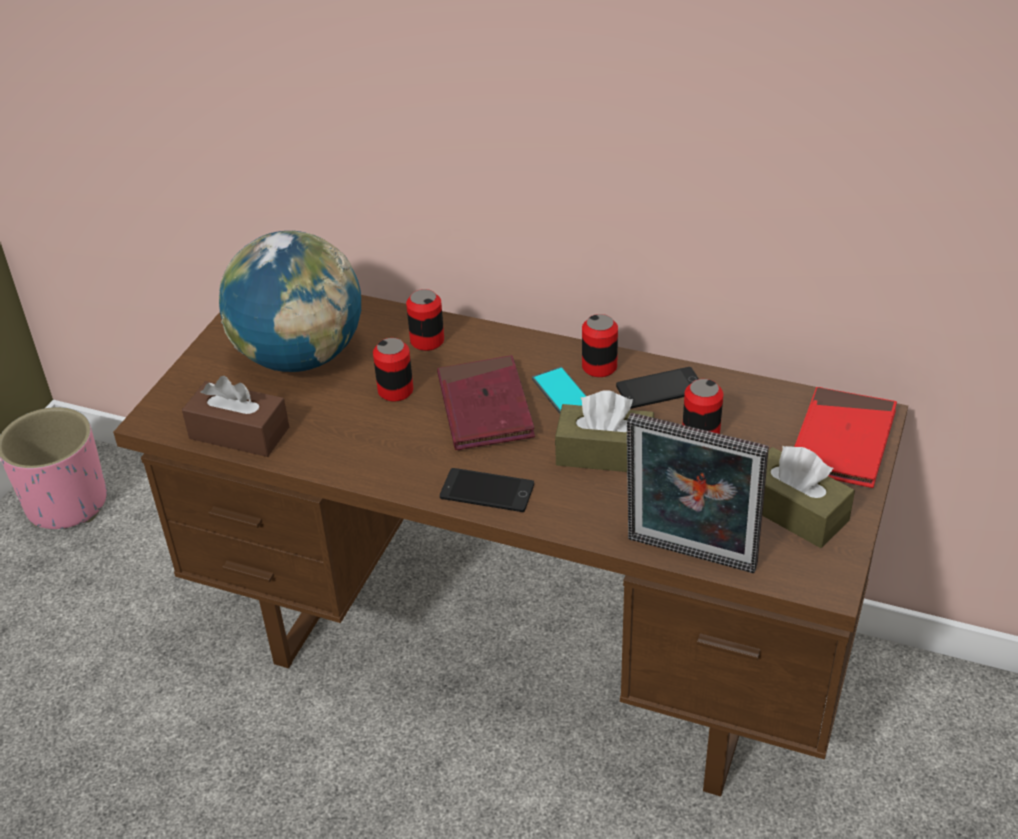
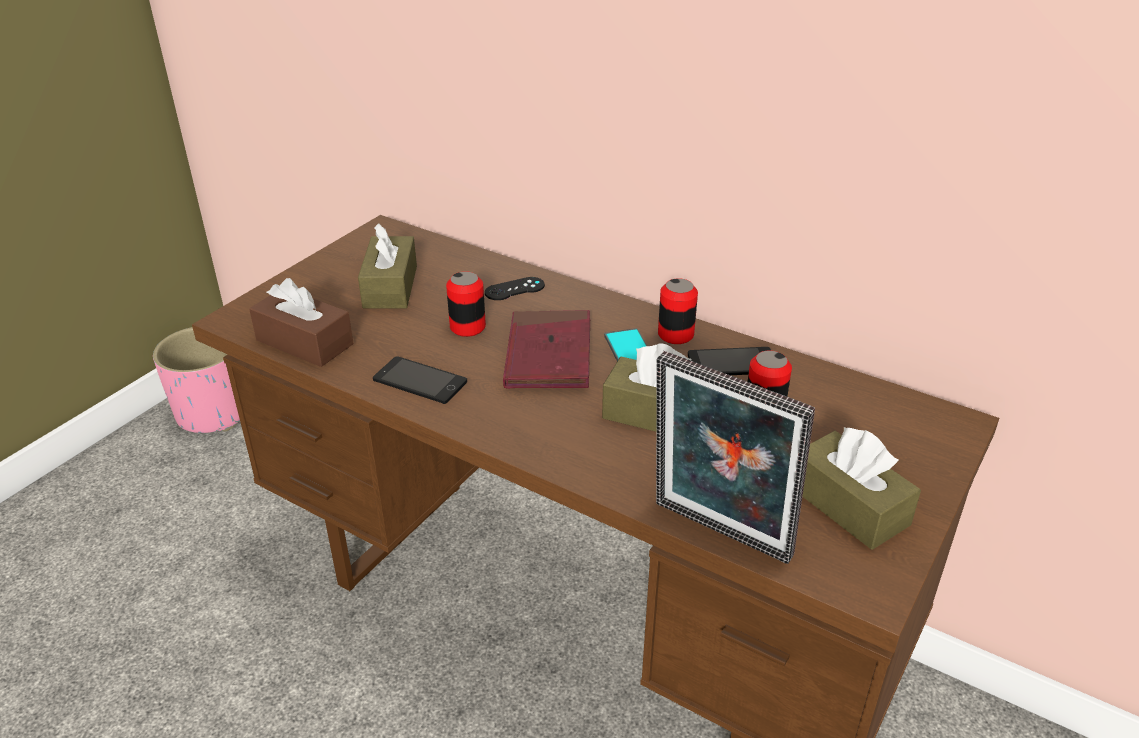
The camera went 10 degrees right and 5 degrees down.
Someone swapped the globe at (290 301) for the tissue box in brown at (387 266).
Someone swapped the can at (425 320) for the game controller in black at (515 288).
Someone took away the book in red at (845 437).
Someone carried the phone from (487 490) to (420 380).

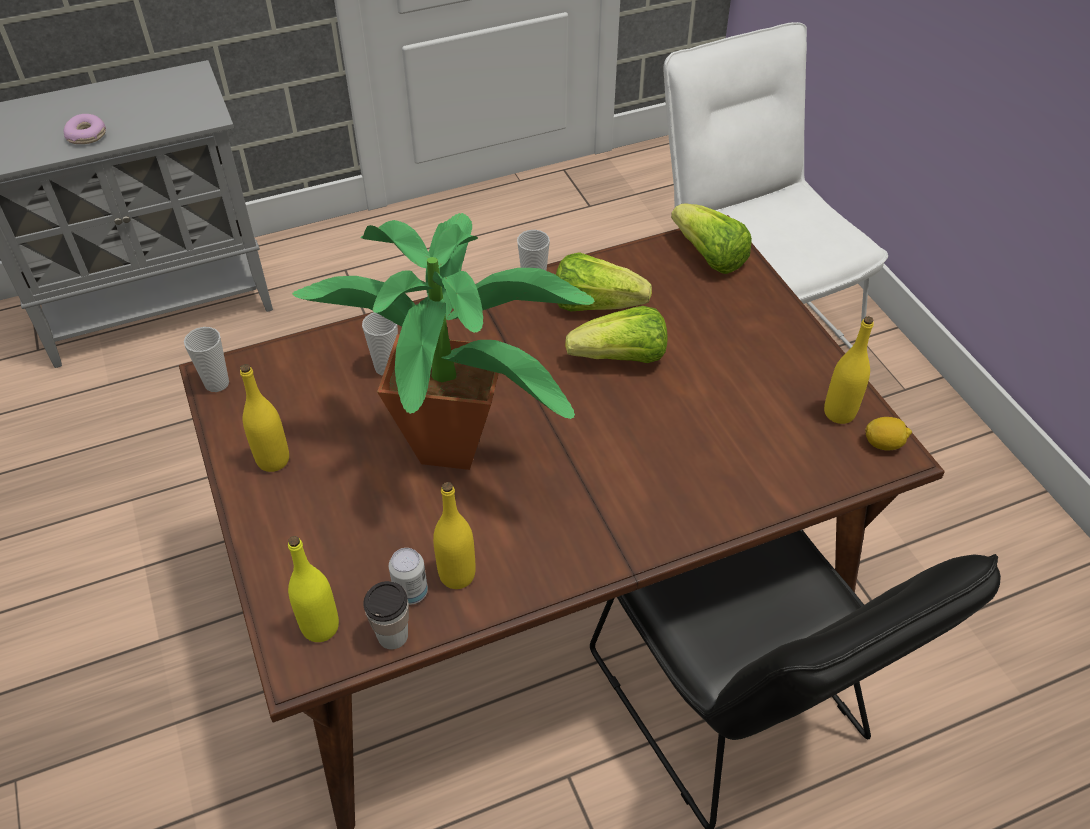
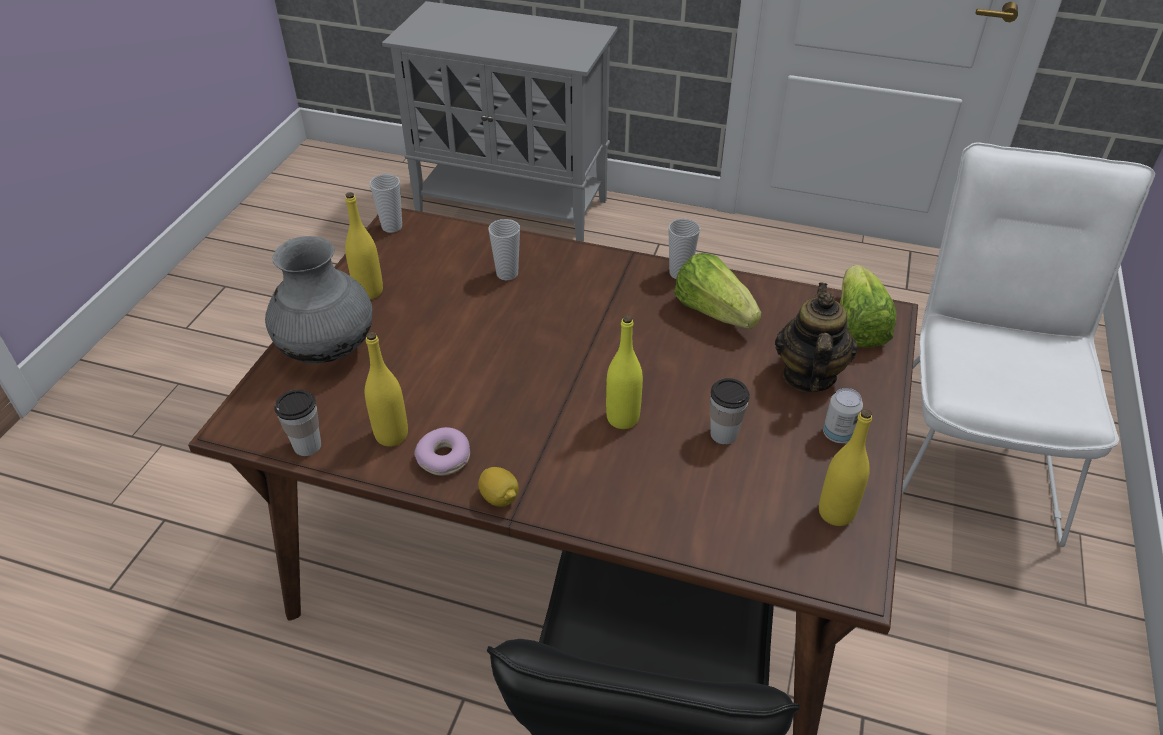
The camera went 40 degrees right and 5 degrees down.
Someone carried the donut from (84 129) to (442 451).
Someone took away the potted plant at (443 341).
Someone took away the lettuce at (616 334).
Someone carried the lemon from (888 433) to (498 487).
Someone carried the bottle in yellow from (313 589) to (624 372).
Someone carried the can from (408 576) to (843 415).
Someone put down the vase in grey at (318 299).
Someone put down the teapot at (816 337).
Someone put down the cup at (730 411).

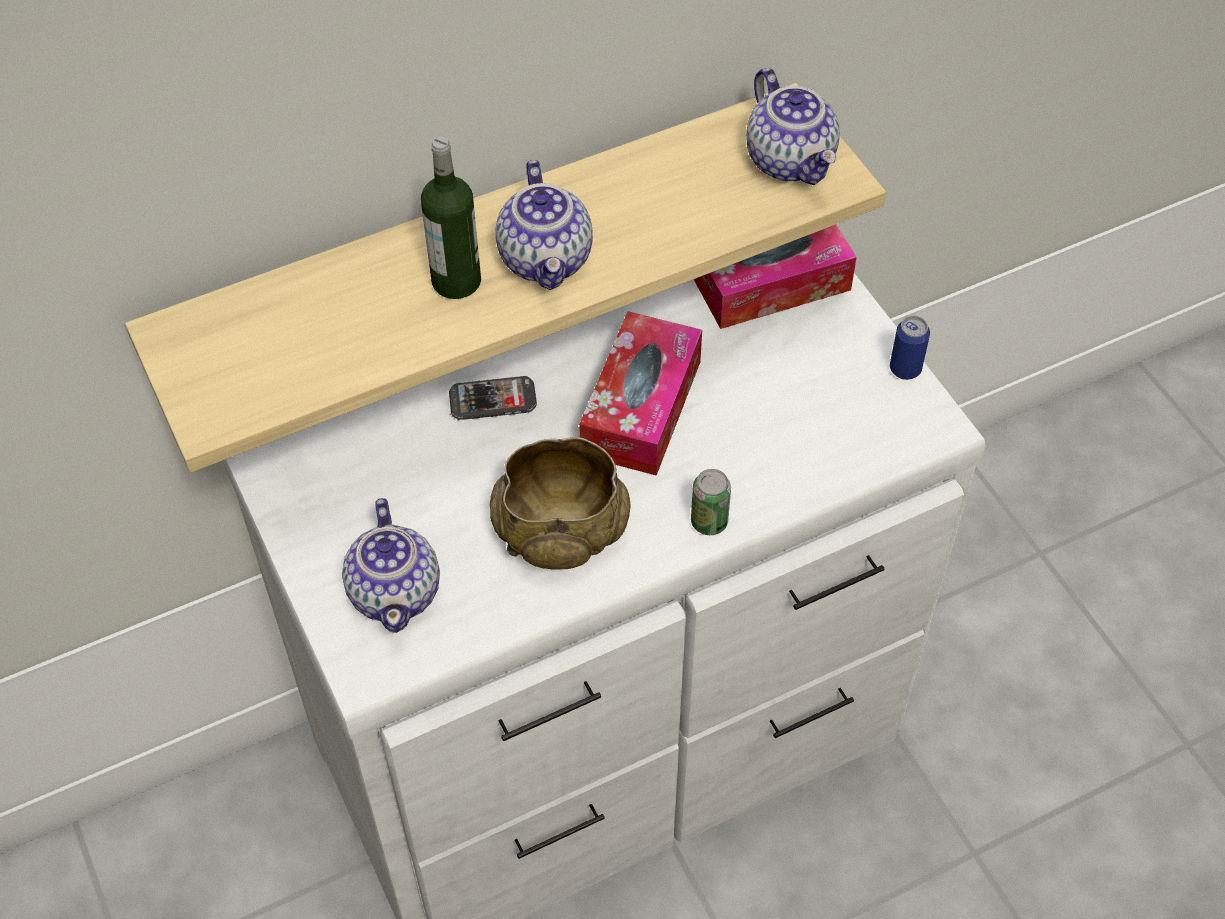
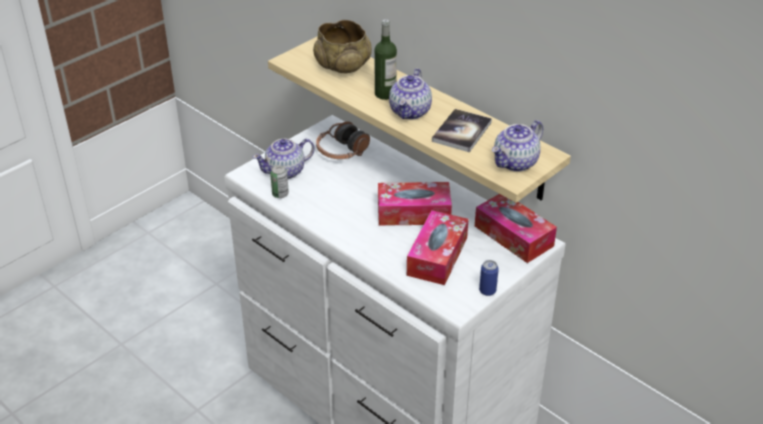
The camera went 70 degrees right and 15 degrees down.
Someone rotated the teapot at (544 225) by 45 degrees counterclockwise.
Someone took away the phone at (493 398).
Someone carried the bowl in beige from (560 503) to (342 46).
Someone carried the can from (711 502) to (279 181).
Someone put down the book at (462 130).
Someone put down the headphones at (343 140).
Someone put down the tissue box at (438 247).

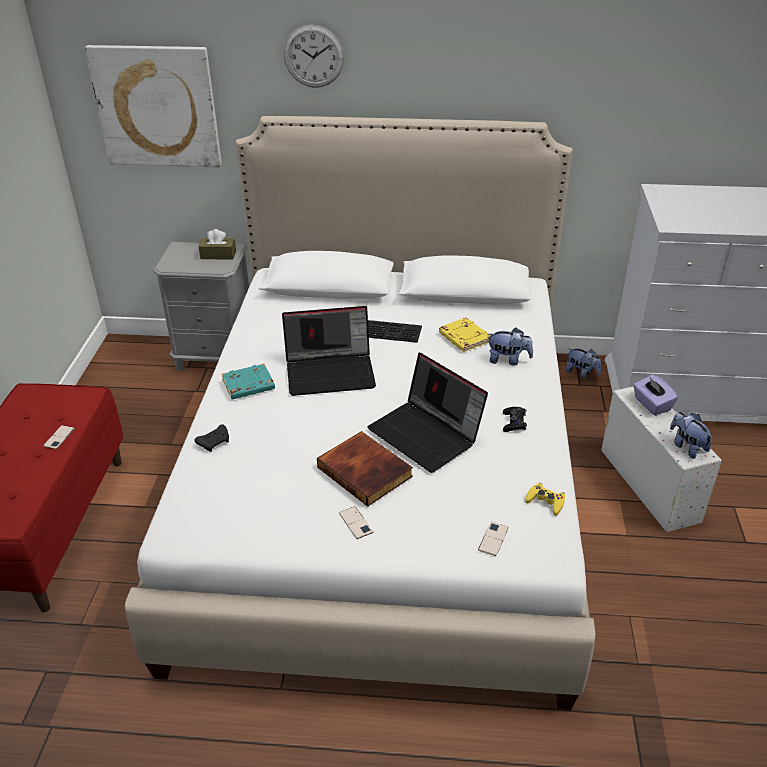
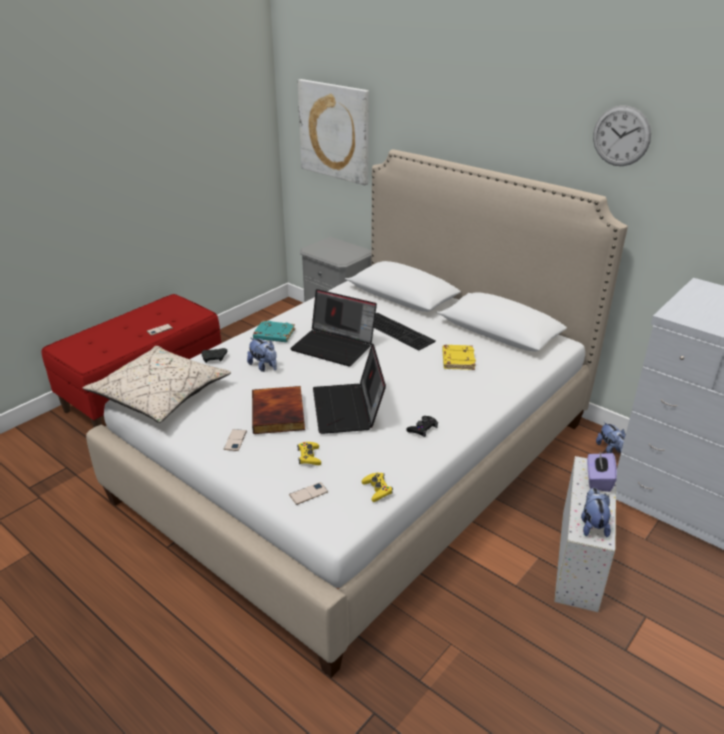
The camera went 35 degrees right and 5 degrees down.
Someone carried the wall clock from (314 56) to (622 136).
Someone took away the tissue box in brown at (217 244).
Someone carried the plush toy from (510 347) to (262 355).
Someone put down the pillow in beige at (157 384).
Someone put down the game controller in yellow at (309 453).

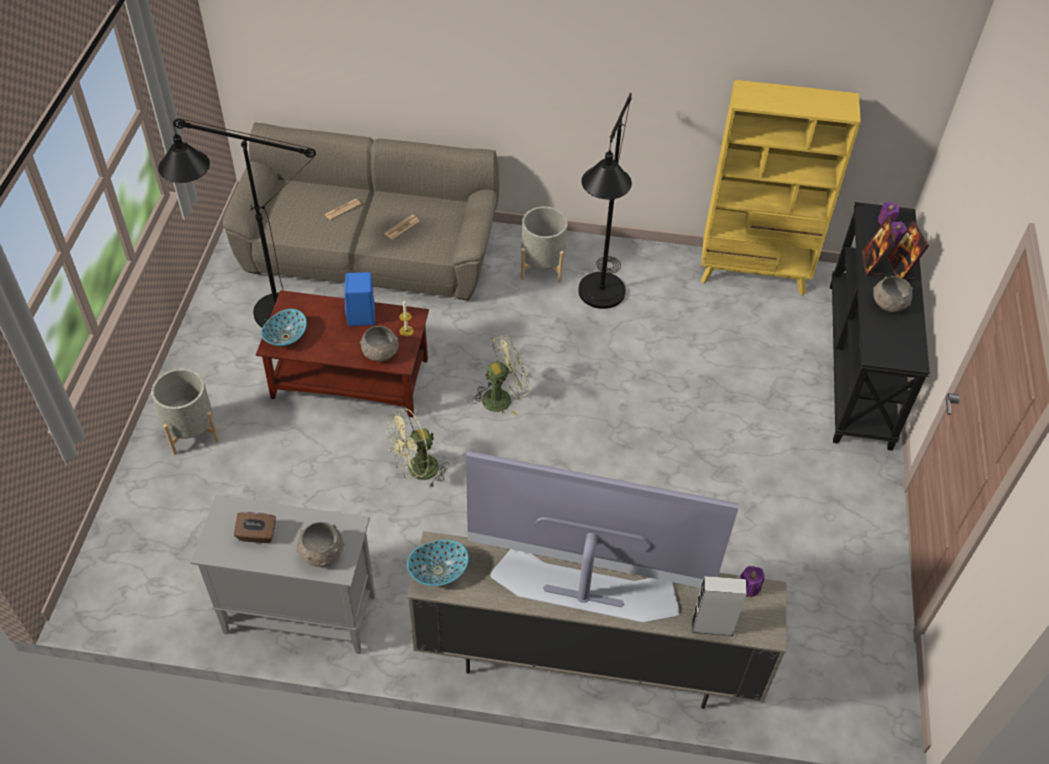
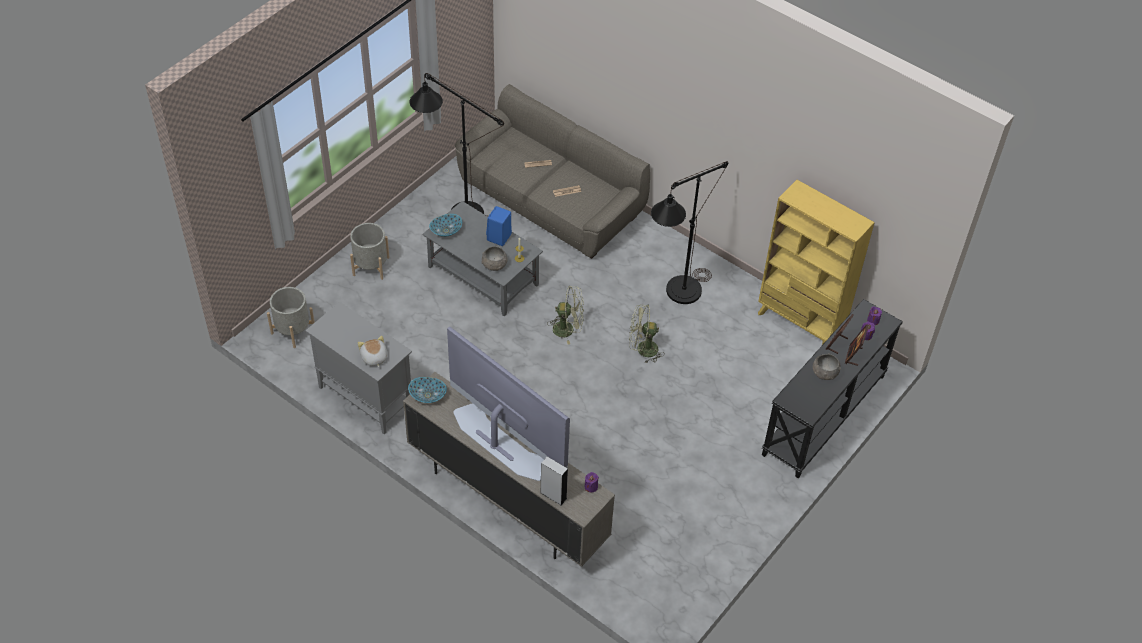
The camera went 30 degrees right and 0 degrees up.
Someone carried the planter in grey from (544 244) to (291 317).
Someone repainted the coffee table in brown at (342 354), which became the coffee table in grey at (482 259).
Someone carried the fan in green from (417 447) to (647 334).
Someone took away the tissue box in brown at (255 527).
Someone swapped the bowl in grey at (320 544) for the plush toy at (372 351).

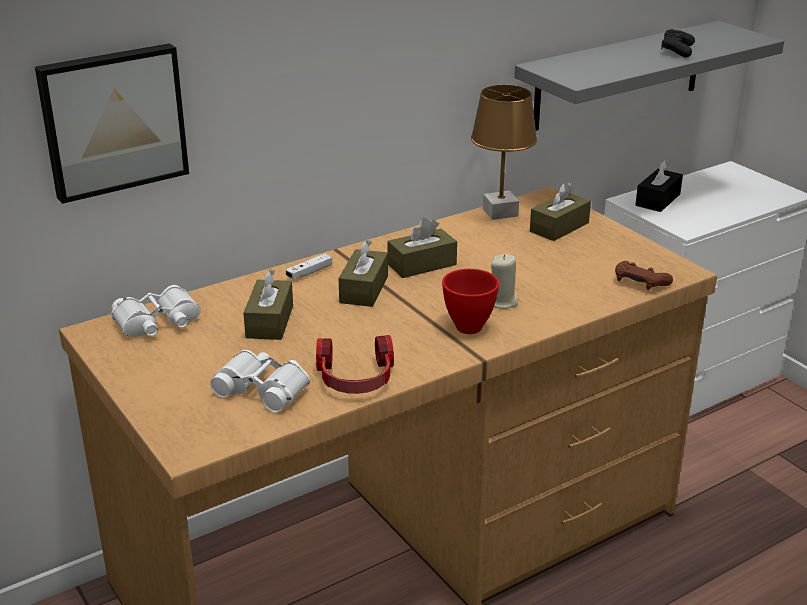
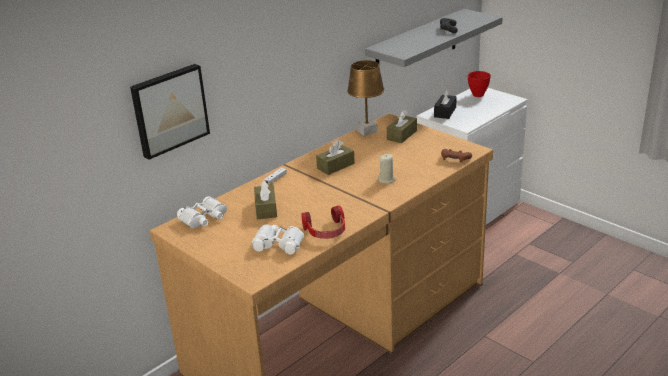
The camera went 10 degrees left and 0 degrees up.
Someone took away the tissue box in brown at (363 273).
Someone carried the bowl in red from (470 301) to (479 84).

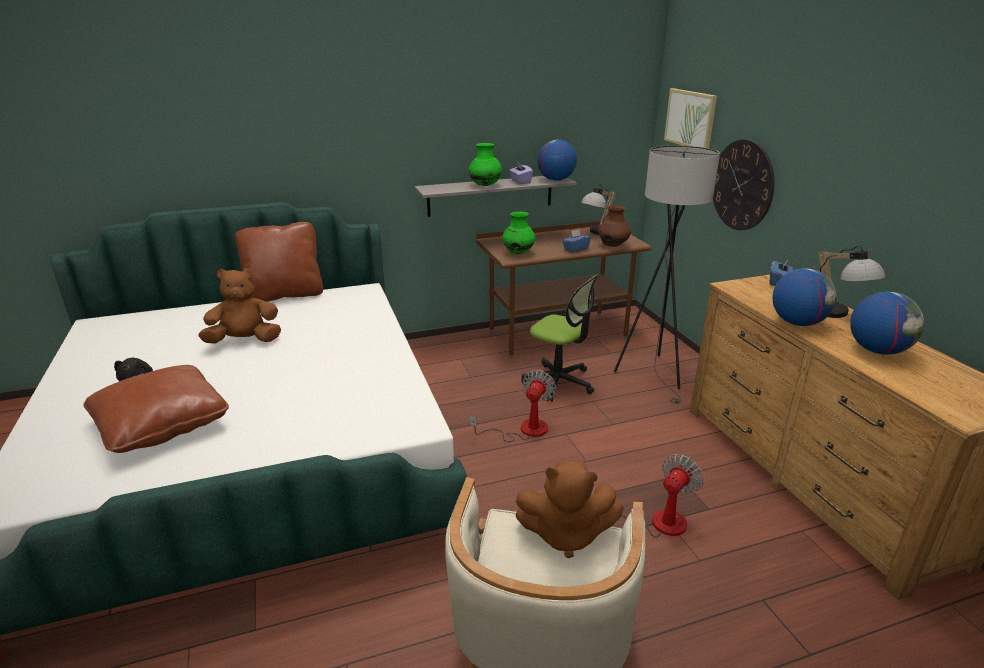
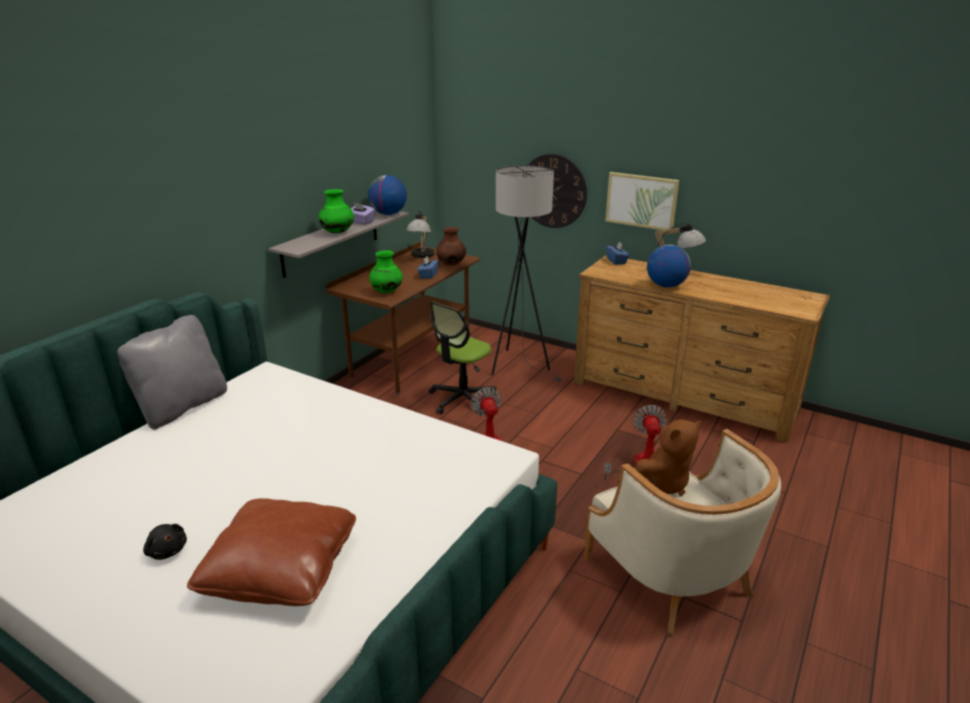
The camera went 40 degrees left and 0 degrees up.
Someone carried the picture from (690 118) to (642 201).
Someone repainted the pillow in brown at (279 262), which became the pillow in grey at (172 372).
Someone took away the plush toy in brown at (239 306).
Someone rotated the office chair at (559 338) by 135 degrees clockwise.
Someone took away the globe at (887 323).

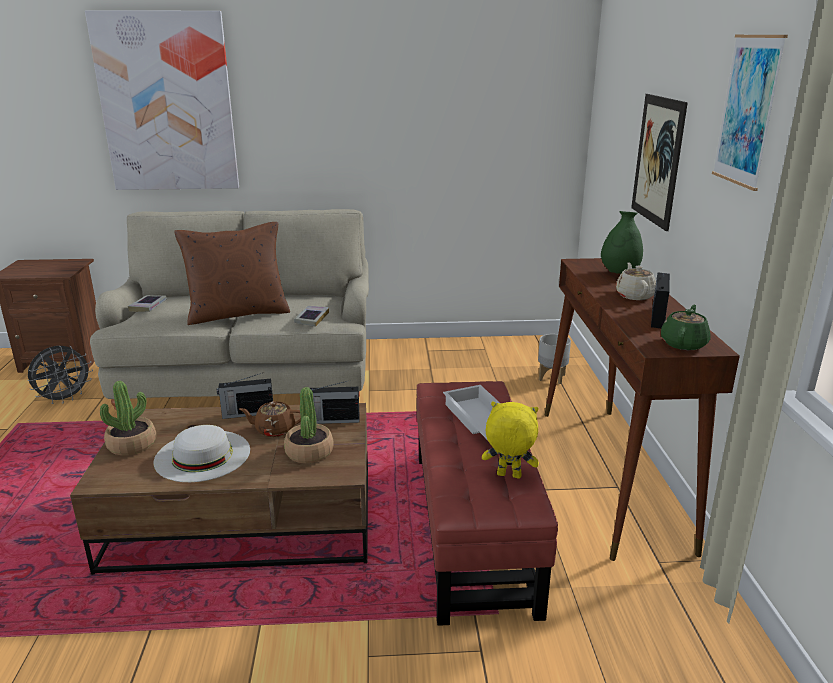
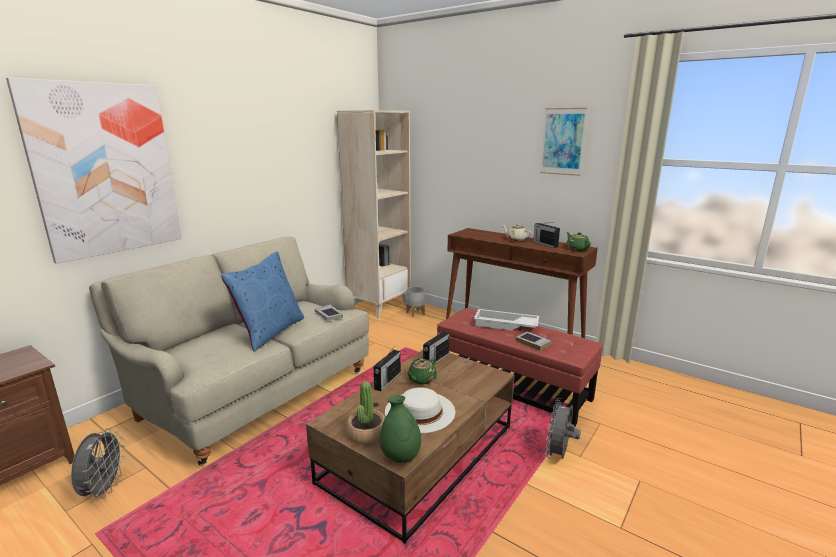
The camera went 50 degrees left and 5 degrees down.
Someone took away the picture at (659 162).
Someone carried the vase in green from (622 242) to (400 429).
Someone repainted the pillow in brown at (232 273), which became the pillow in blue at (262 302).
Someone carried the book from (147 303) to (534 341).
Someone took away the potted plant at (309 425).
Someone repainted the teapot in brown at (270 419), which became the teapot in green at (421 371).
Someone took away the plush toy in yellow at (510 440).
Someone put down the bookcase in beige at (374 214).
Someone put down the fan in grey at (563 428).

